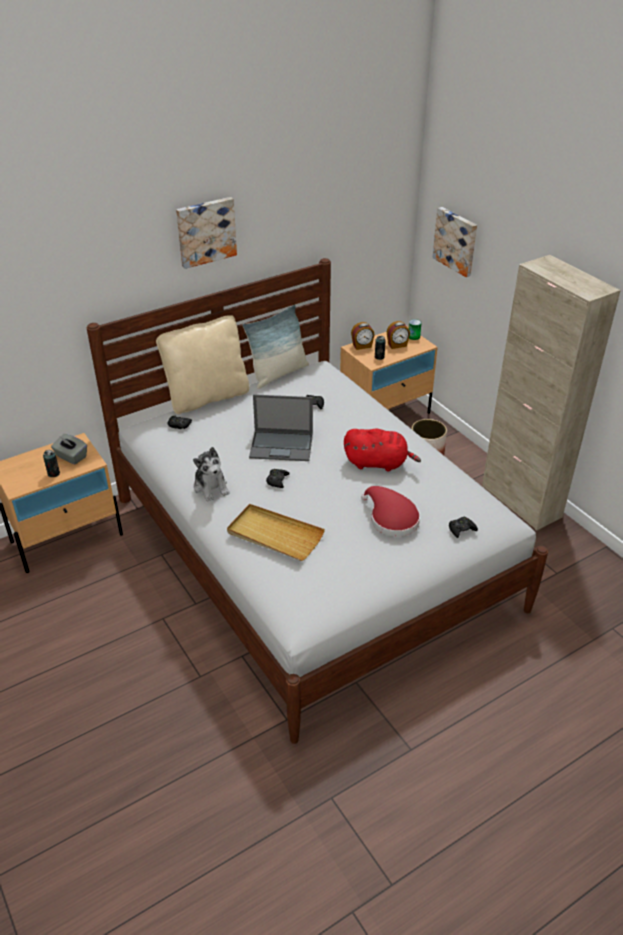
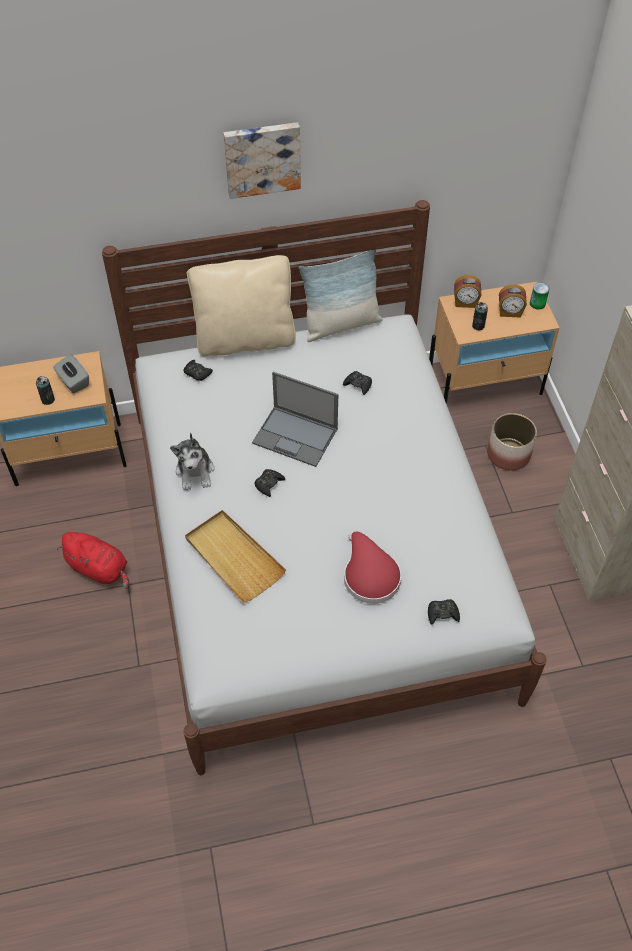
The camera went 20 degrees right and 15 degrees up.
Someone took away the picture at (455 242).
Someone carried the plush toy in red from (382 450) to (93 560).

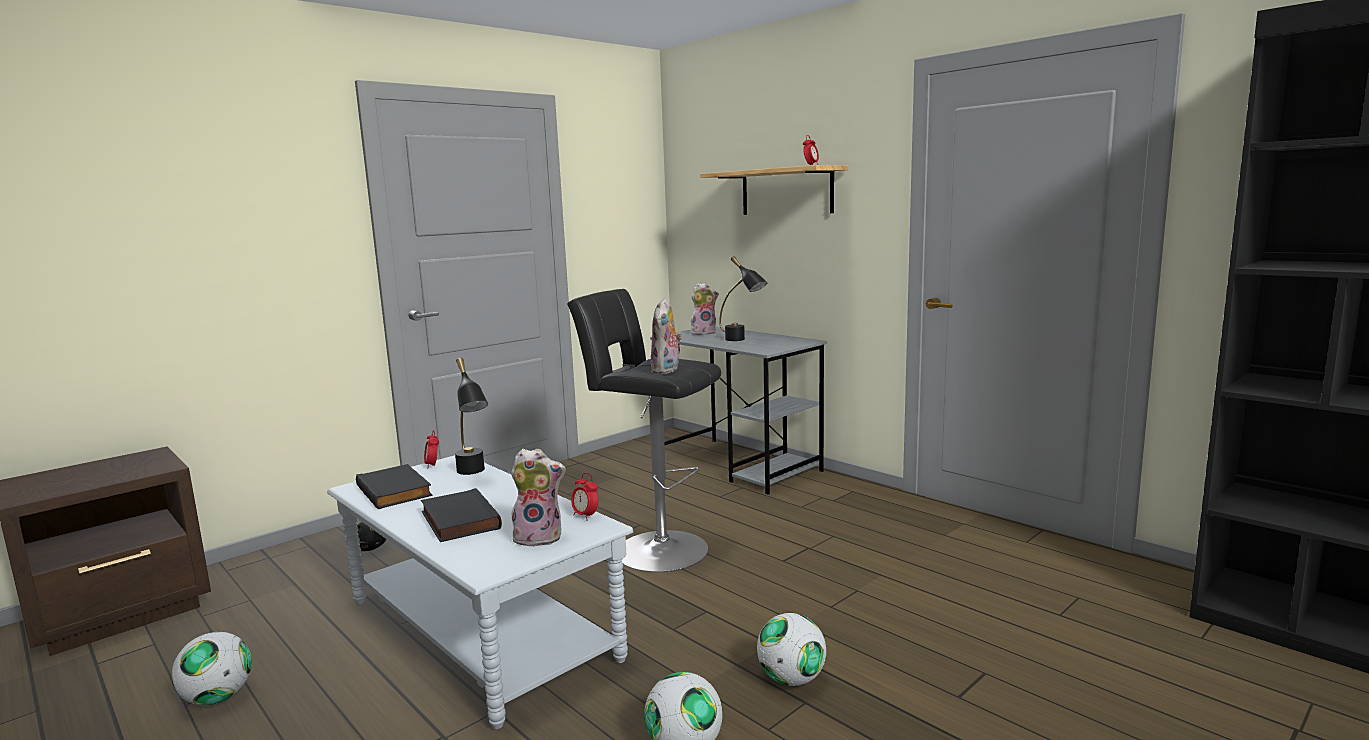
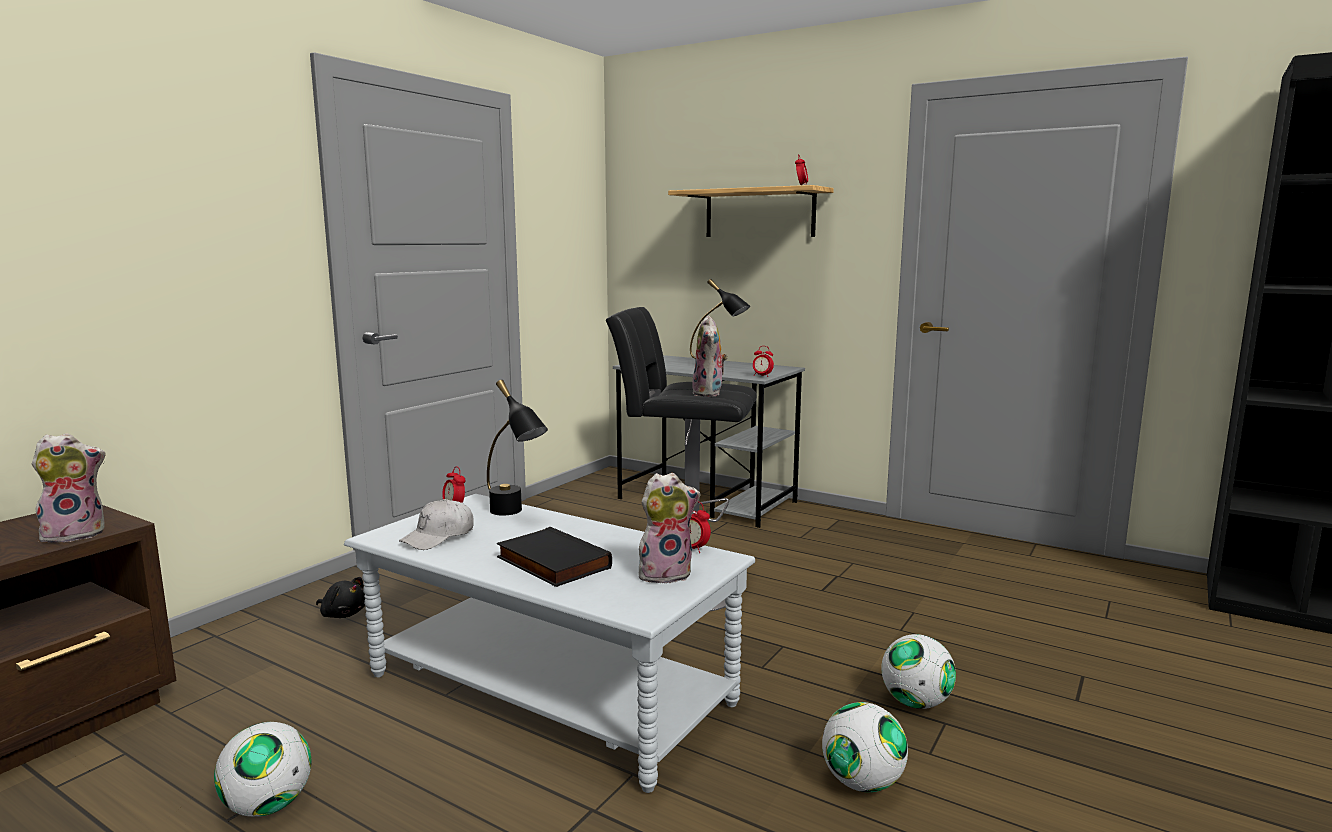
The camera went 15 degrees left and 0 degrees up.
Someone carried the plush toy from (705 309) to (69 489).
Someone swapped the book in black at (394 486) for the cap in white at (436 524).
Someone put down the alarm clock at (763 361).

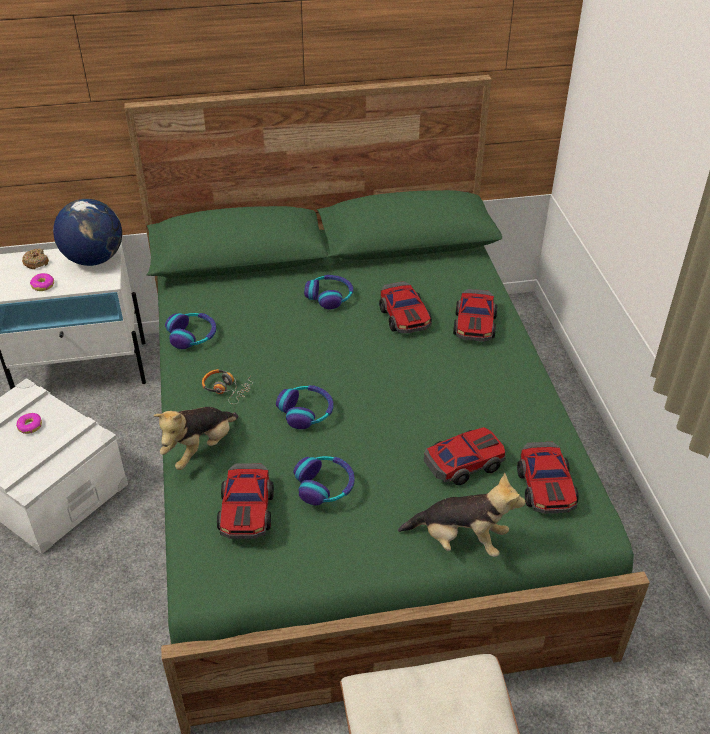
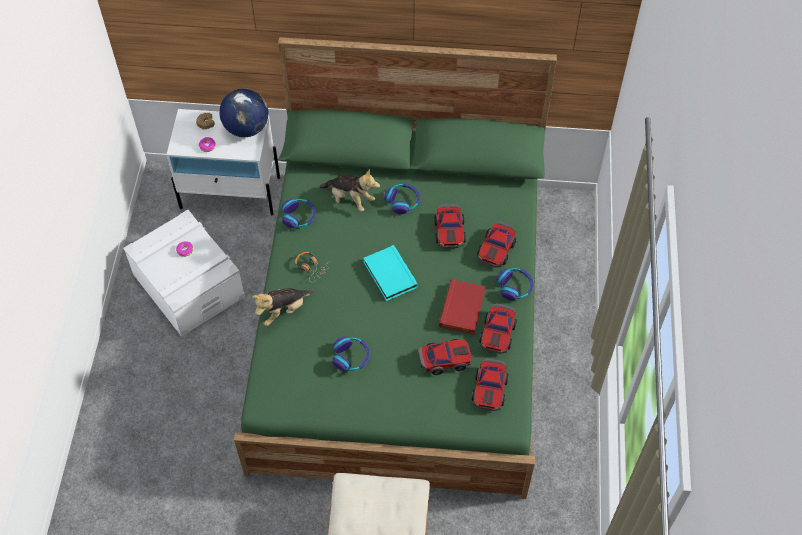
The camera went 15 degrees right and 15 degrees up.
Someone carried the headphones from (304 407) to (515 284).
Someone carried the toy car from (245 501) to (498 328).
Someone carried the plush toy from (462 515) to (349 190).
Someone put down the book in turquoise at (391 273).
Someone put down the book in red at (462 306).

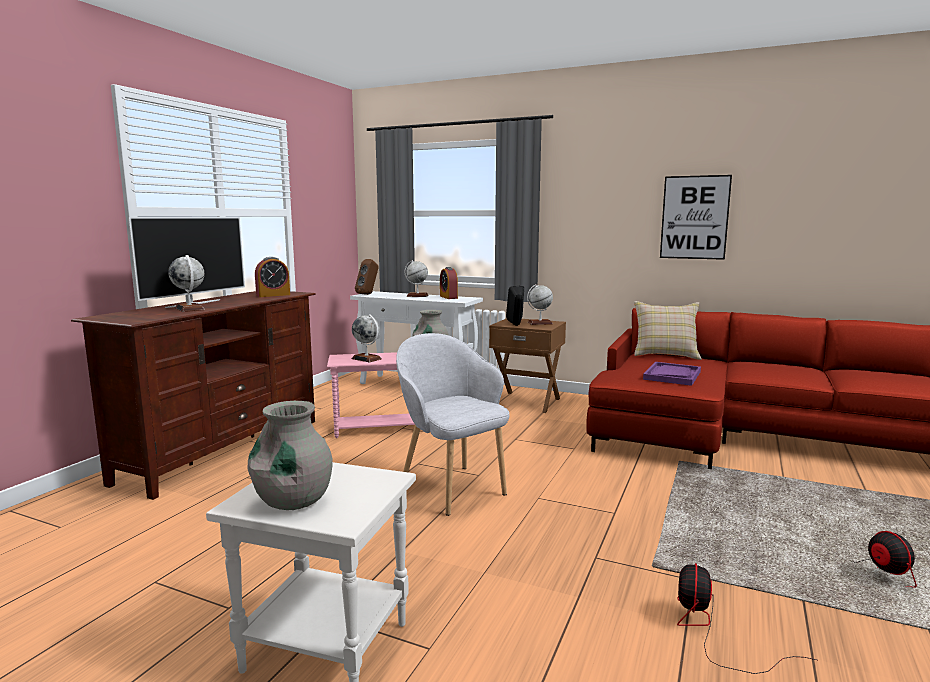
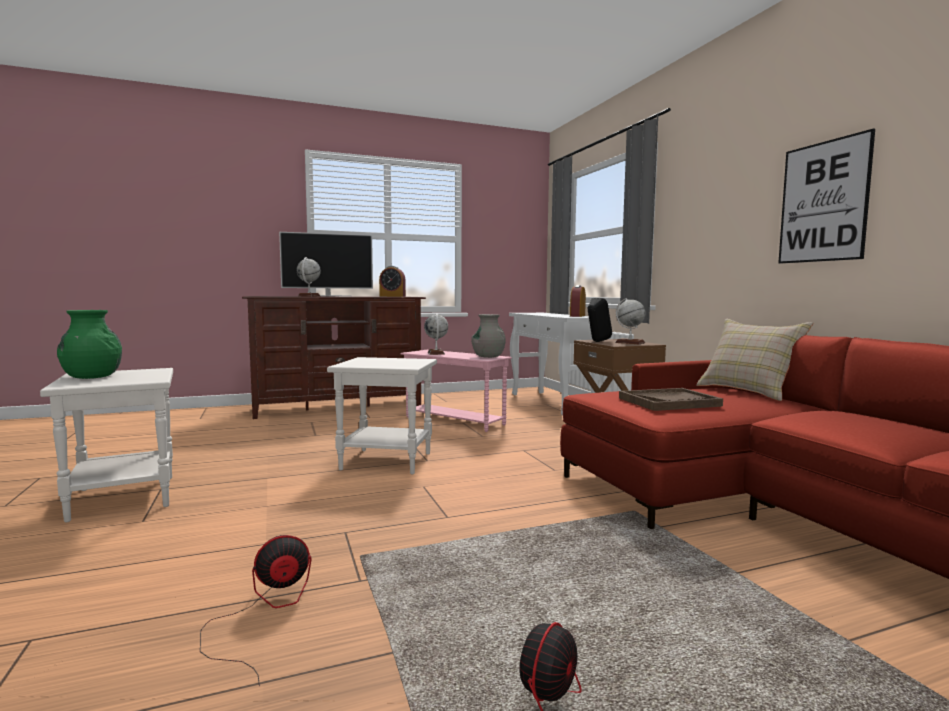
The camera went 45 degrees right and 5 degrees down.
Someone took away the speaker in brown at (367 277).
Someone took away the globe at (416 278).
Someone swapped the armchair in grey at (452 424) for the side table in white at (382 416).
Someone repainted the tray in purple at (672 374), which became the tray in brown at (671 399).
Someone repainted the vase in grey at (289 455), which became the vase in green at (89 344).

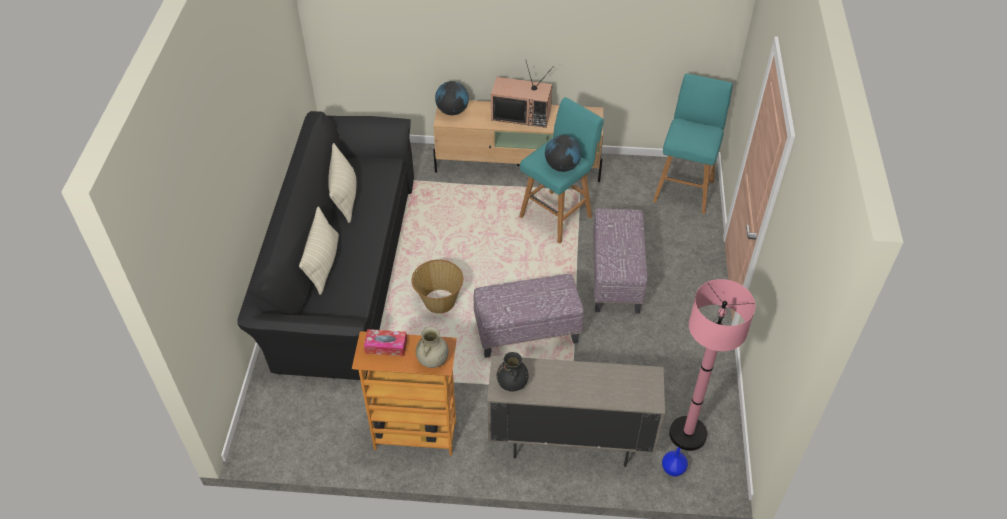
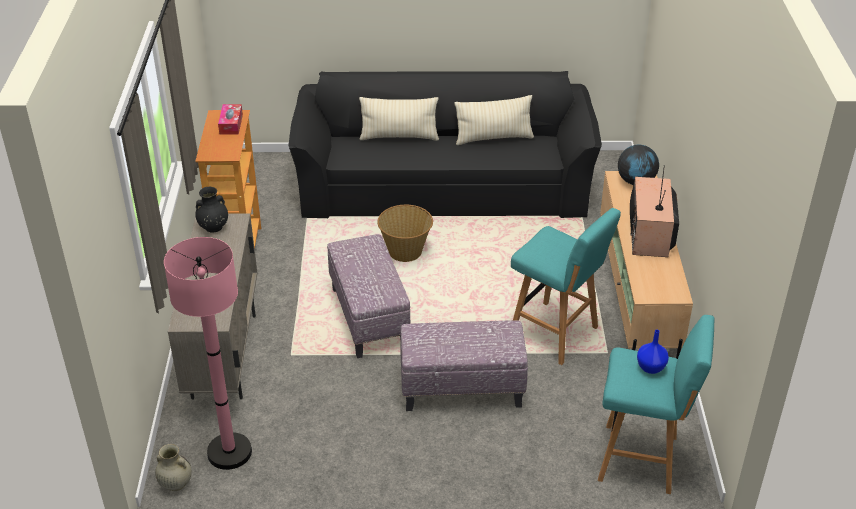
The camera went 85 degrees right and 10 degrees down.
Someone took away the globe at (563 153).
Someone carried the vase in beige from (432 347) to (173 467).
Someone carried the vase in blue from (675 462) to (653 352).

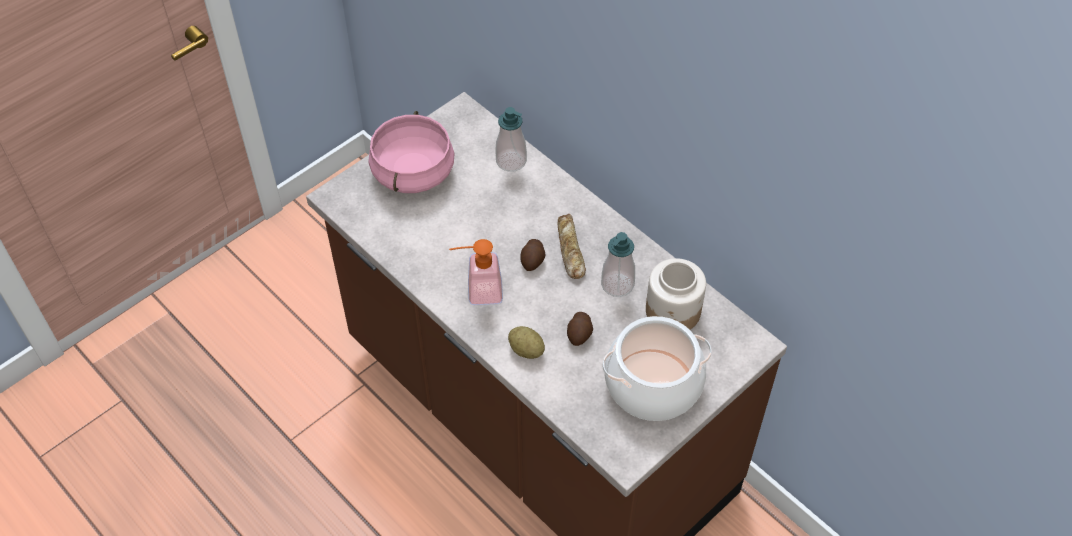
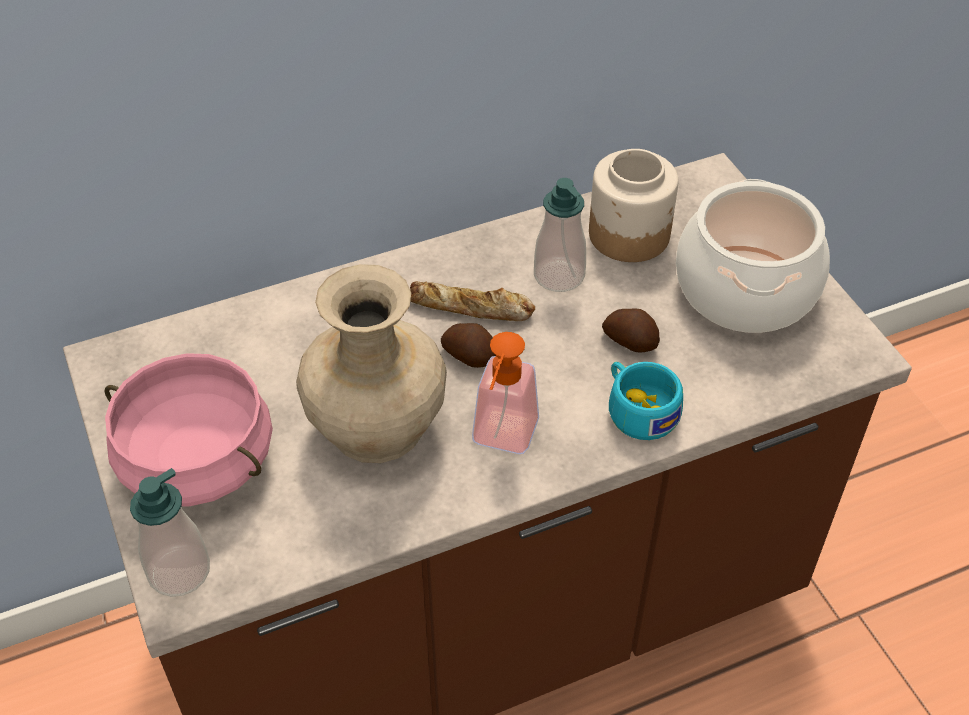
The camera went 70 degrees left and 5 degrees down.
Someone carried the soap dispenser from (511 139) to (170 532).
Someone swapped the potato at (526 342) for the cup in turquoise at (646 401).
Someone put down the vase in beige at (371 363).

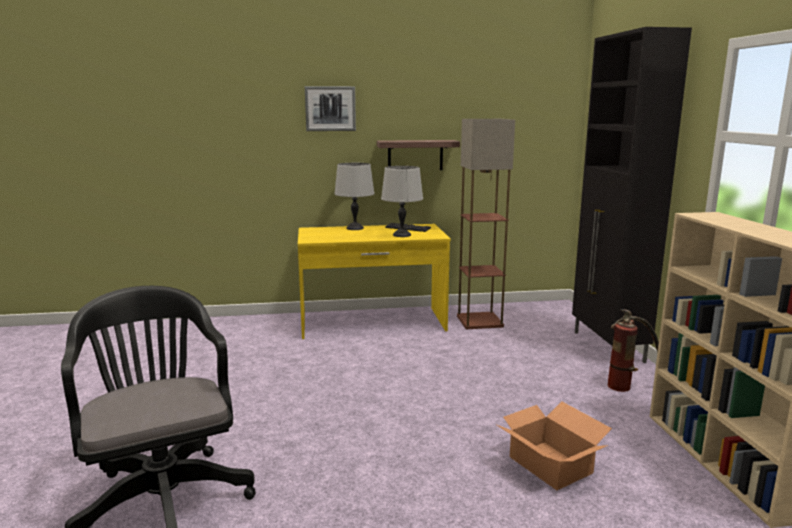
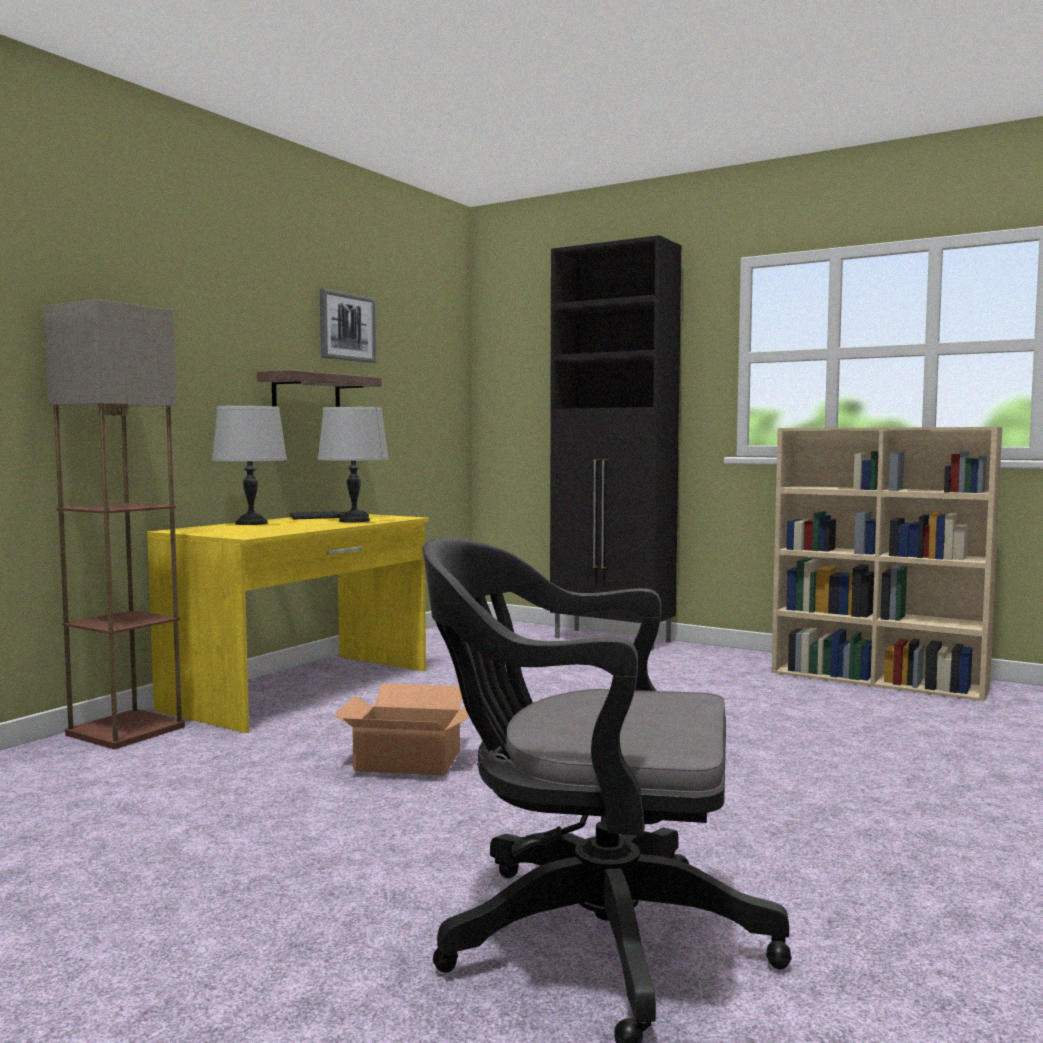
The camera went 50 degrees left and 10 degrees down.
Someone carried the picture from (330 108) to (348 326).
Someone carried the floor lamp from (486 224) to (114 524).
Someone took away the fire extinguisher at (633 350).
Someone carried the cardboard box from (554 445) to (401 729).

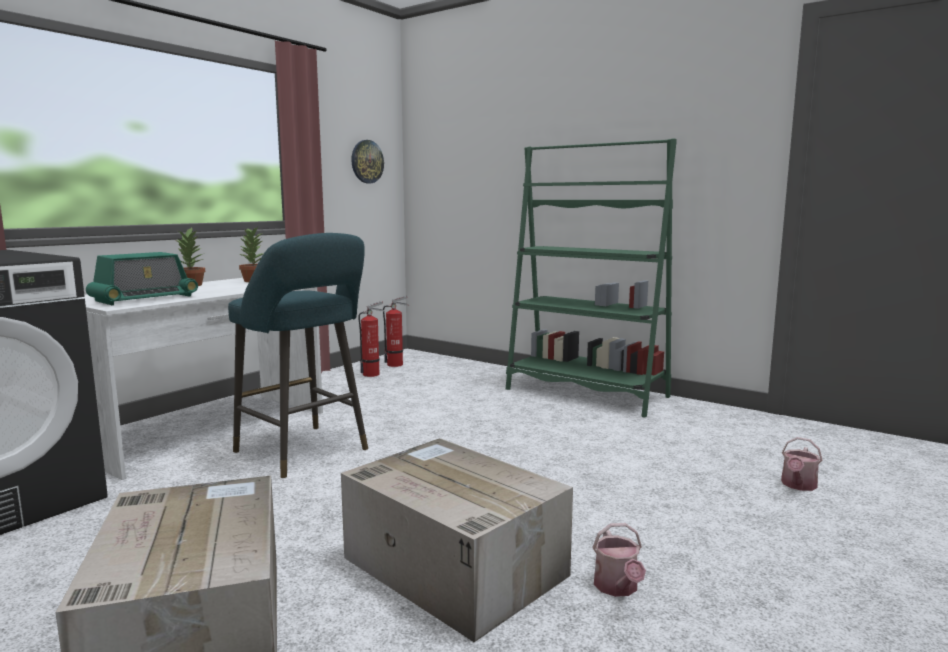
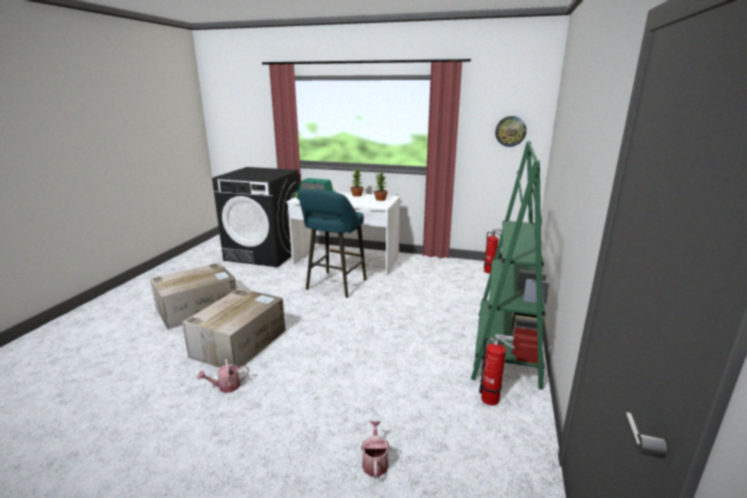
The camera went 70 degrees right and 10 degrees up.
Someone carried the fire extinguisher from (371 339) to (497 369).
Someone rotated the watering can at (801 464) by 75 degrees clockwise.

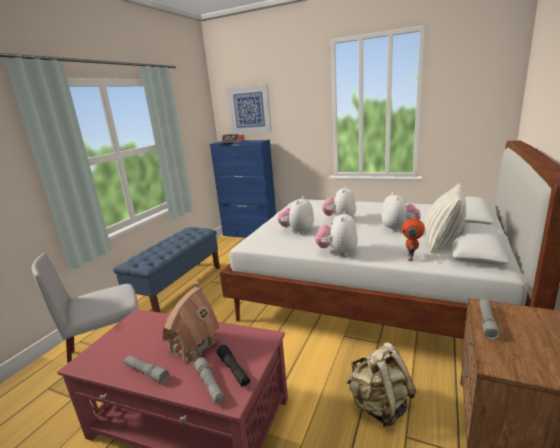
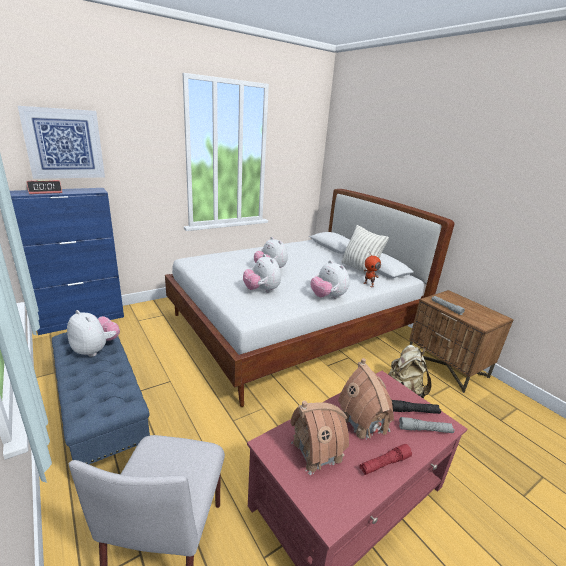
The camera went 60 degrees left and 5 degrees up.
Someone carried the plush toy from (401 212) to (93 333).
Someone repainted the flashlight in grey at (146 369), which became the flashlight in red at (385 459).
Someone put down the toy house at (319 438).

